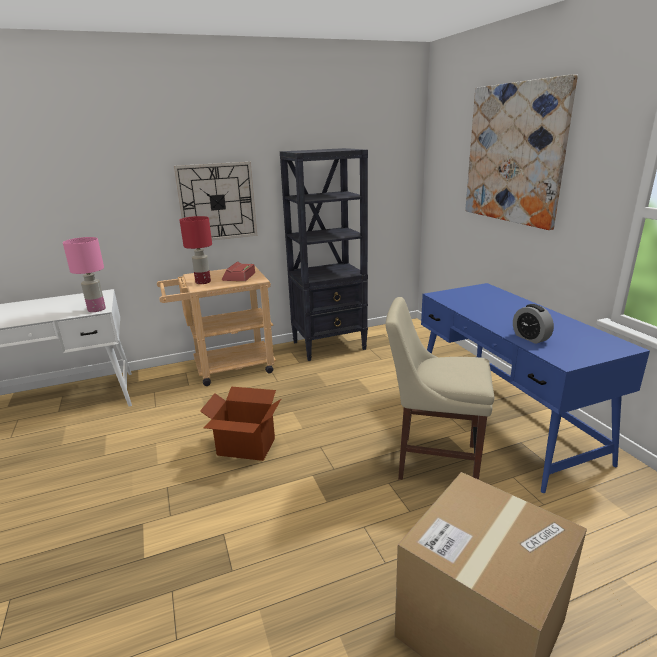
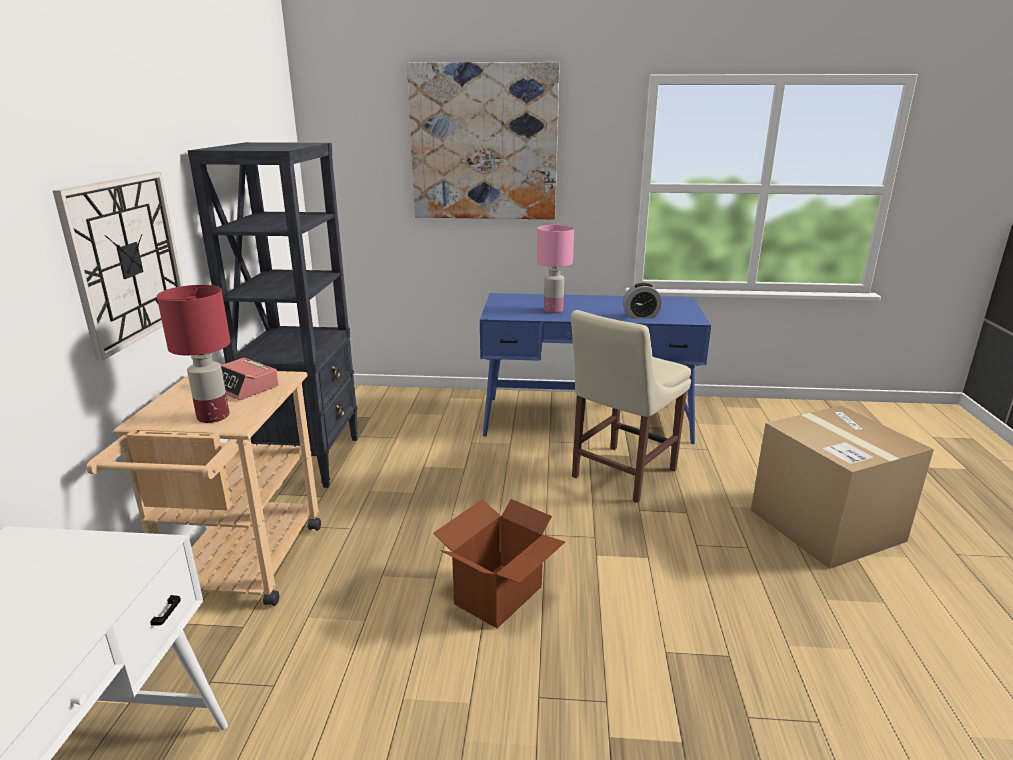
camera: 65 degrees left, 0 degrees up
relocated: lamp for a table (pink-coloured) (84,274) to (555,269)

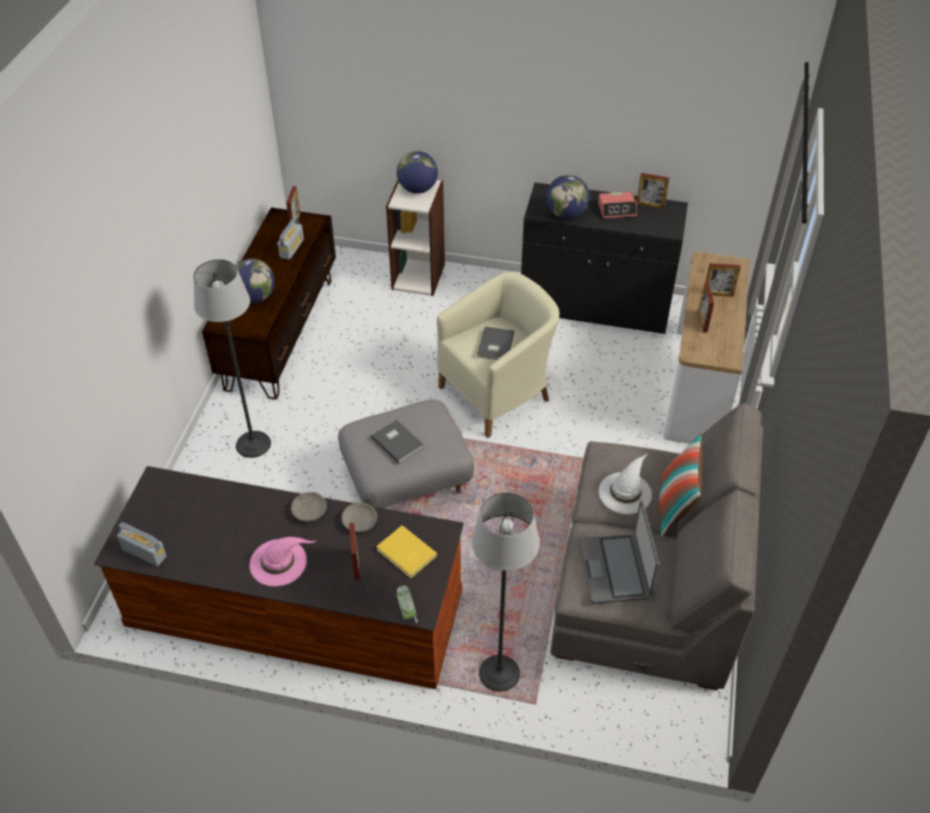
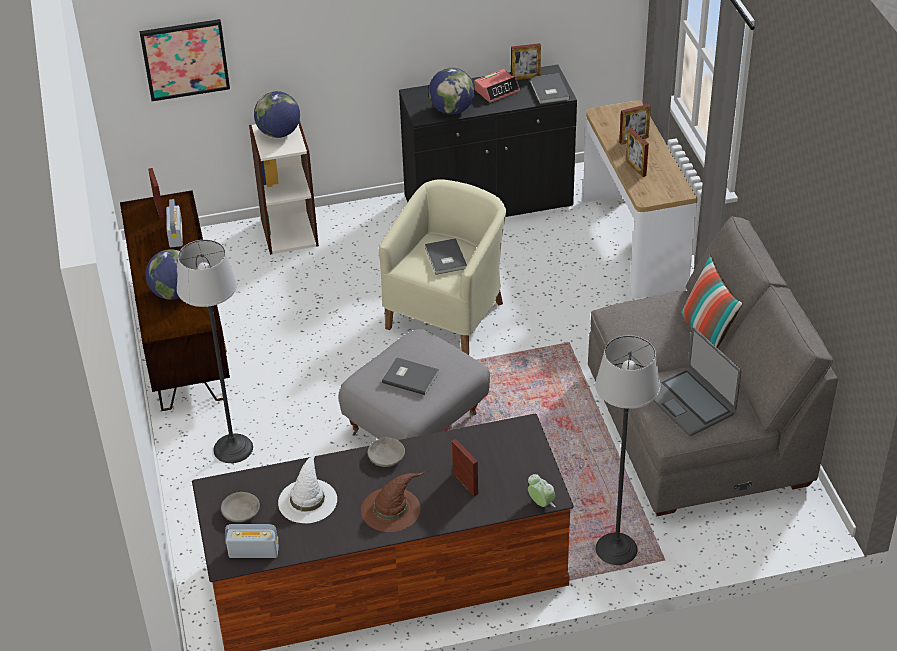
camera: 25 degrees left, 5 degrees down
missing: volume (yellow-coloured) (406,551)
appeared: picture (184,60); volume (grey) (550,88)
relocated: wearable hat (white) (625,483) to (307,487); bowl (grey) (359,517) to (240,507)
colour: wearable hat (pink-coloured) (283,561) to wearable hat (brown-coloured) (393,501)

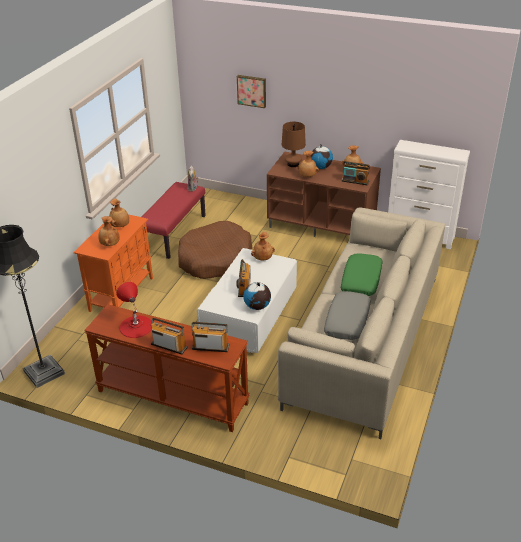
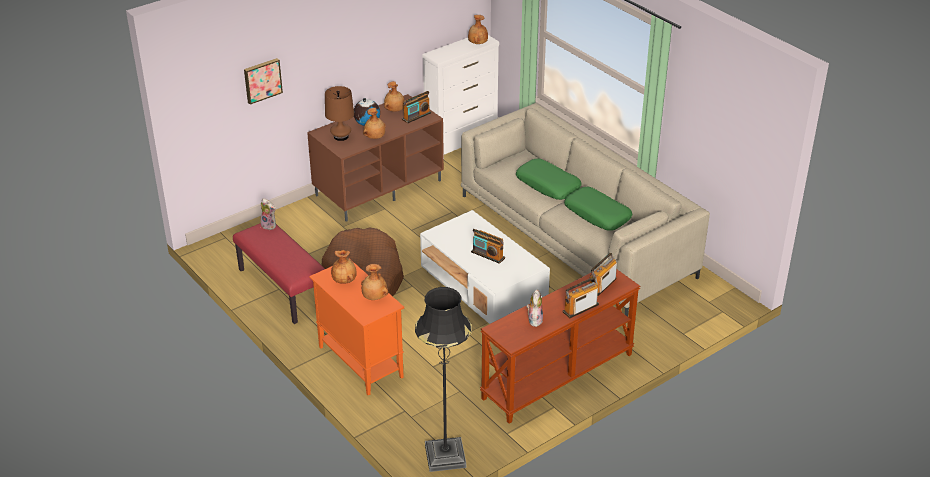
camera: 60 degrees left, 0 degrees up
missing: desk globe (257,296)
relocated: flower vase (brown-coloured) (263,246) to (478,29)
exchanged: lamp for a table (red) (134,310) to soft toy (534,308)
colour: throw pillow (grey) (347,315) to throw pillow (greenish) (598,209)

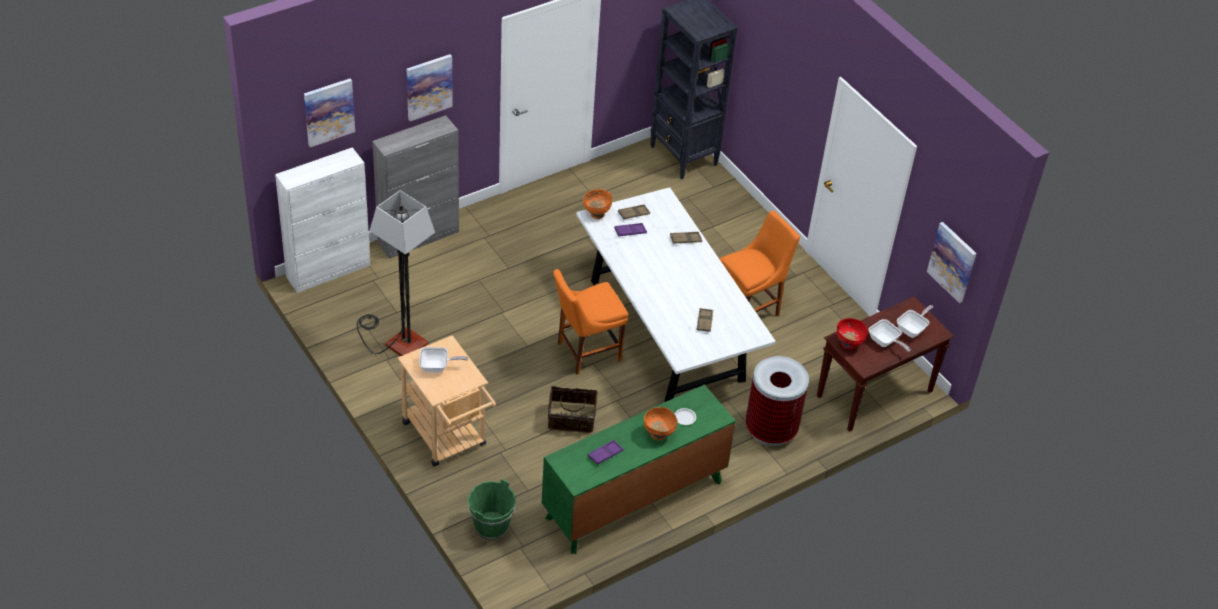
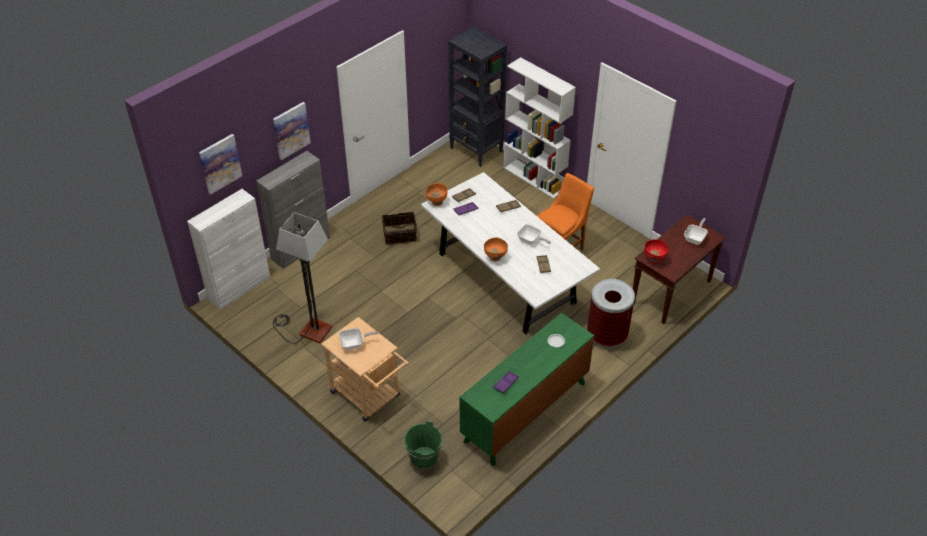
camera: 10 degrees left, 0 degrees up
missing: picture (952,262); upright chair (orange-coloured) (591,322)
appeared: bookcase (white) (539,128)
relocated: skillet (890,335) to (534,234); storage basket (572,409) to (399,228); bowl (orange-coloured) (661,423) to (496,249)

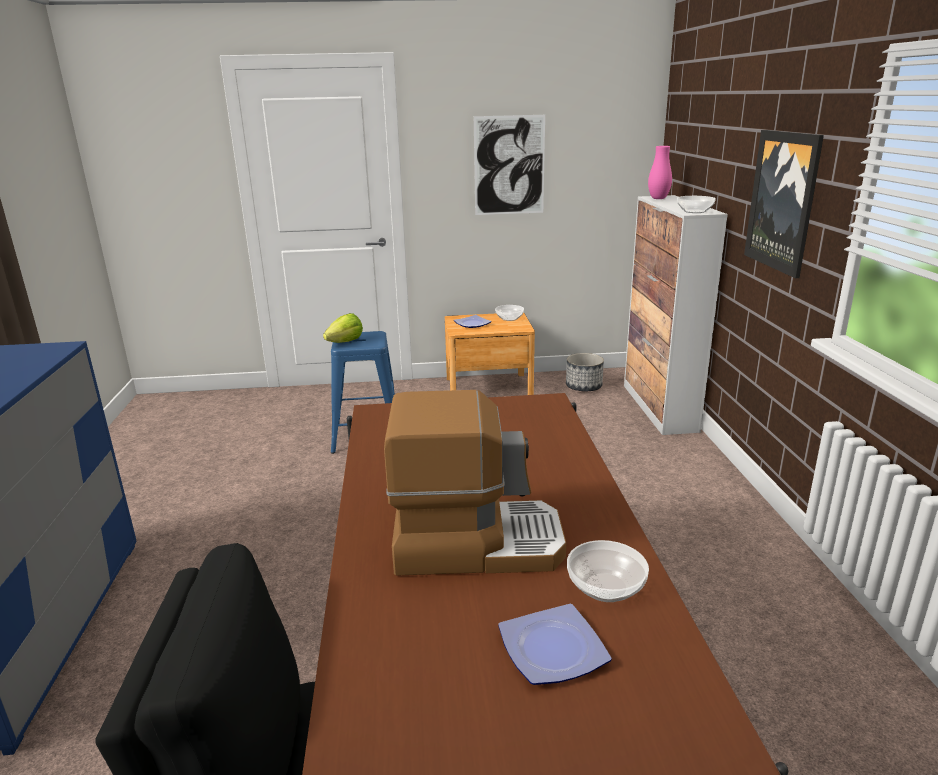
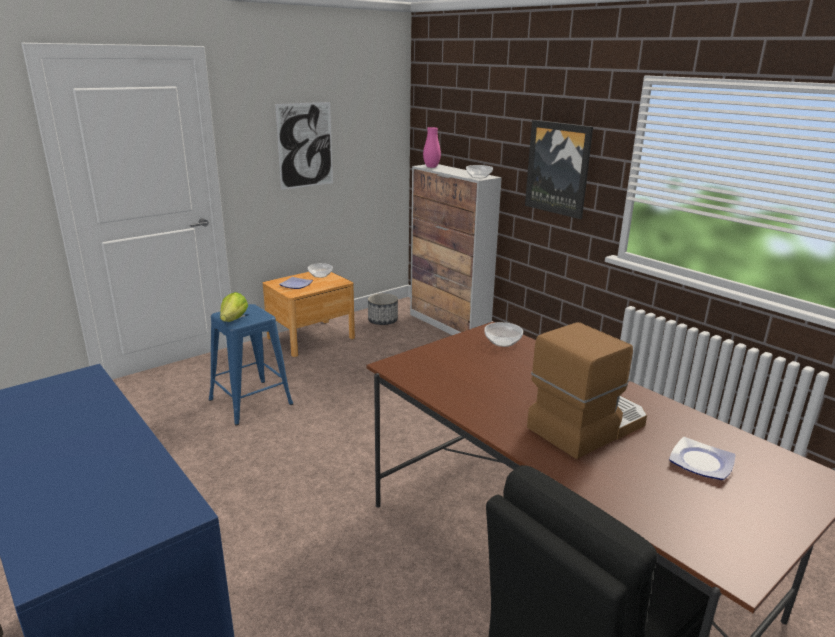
camera: 35 degrees left, 0 degrees up
relocated: bowl (608,571) to (503,334)

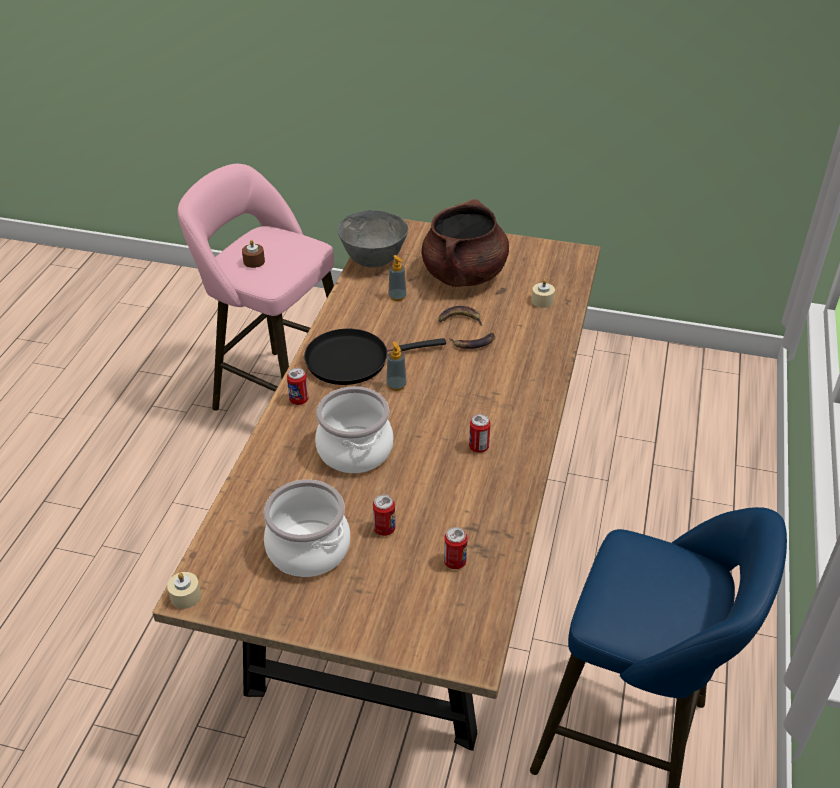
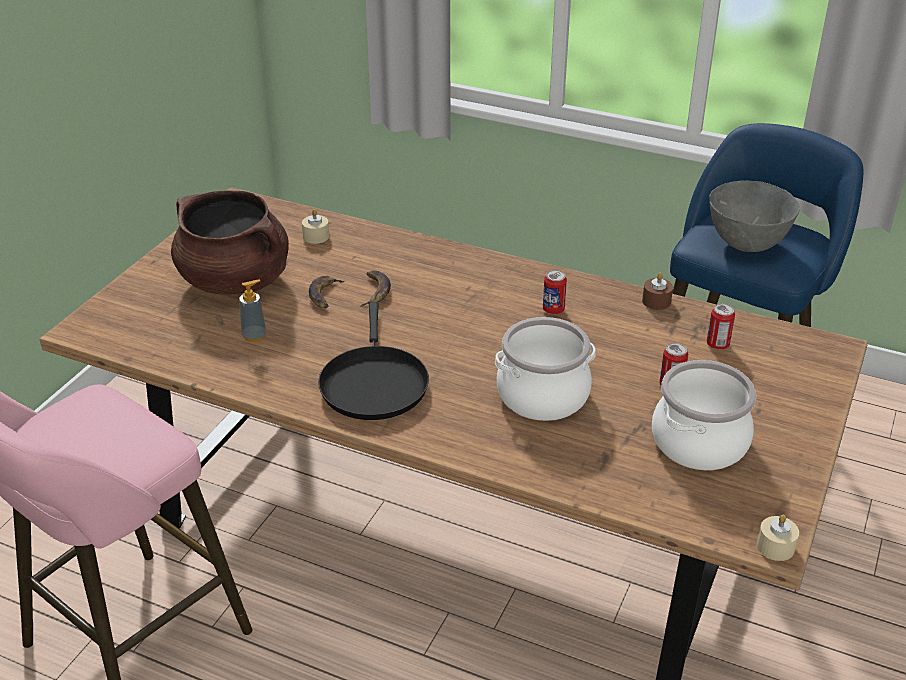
camera: 80 degrees left, 5 degrees down
missing: soap bottle (396,366); metal can (298,386)
relocated: bowl (grey) (373,239) to (754,216); candle (brown-coloured) (253,254) to (657,291)

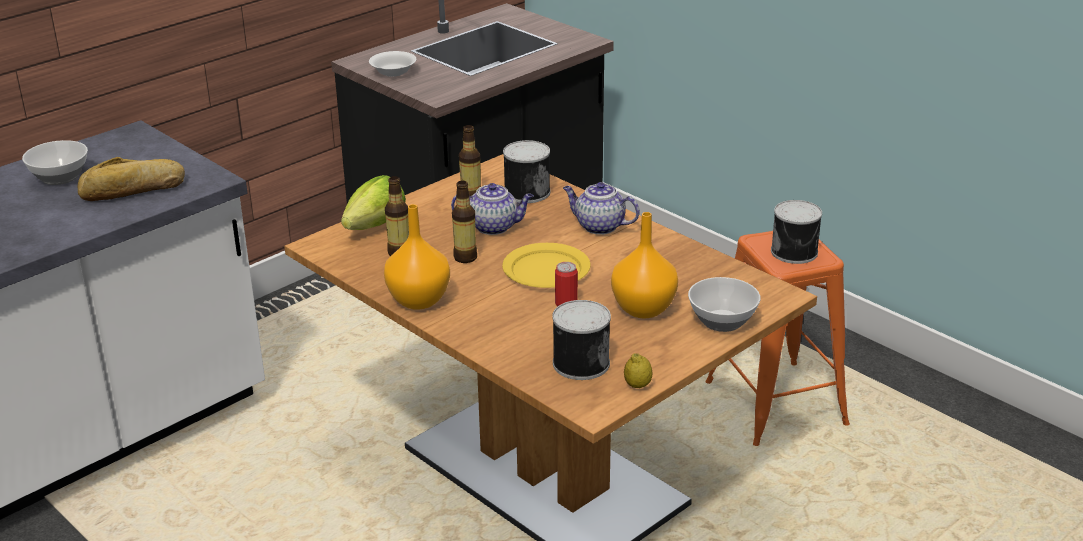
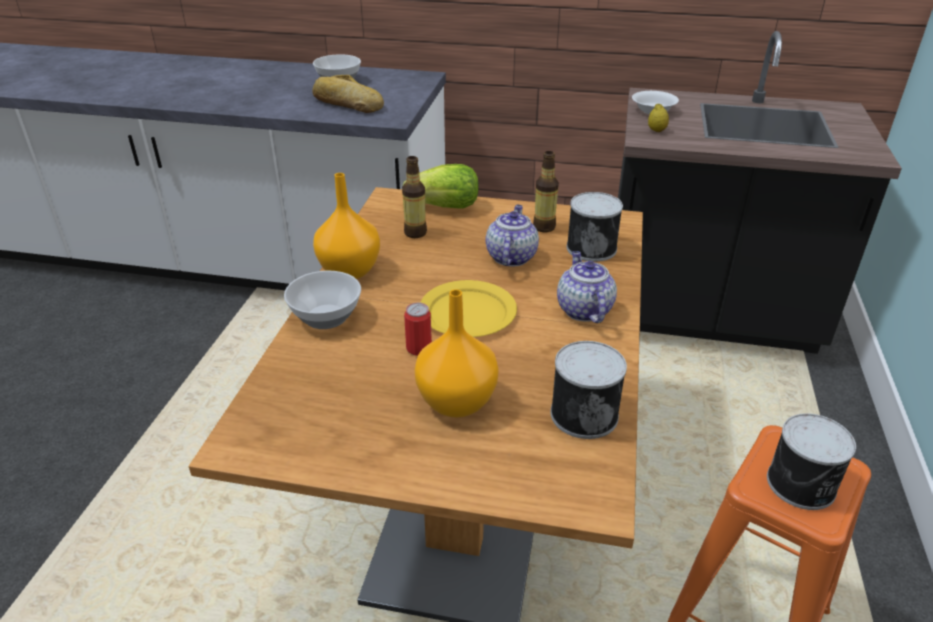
camera: 55 degrees right, 5 degrees up
missing: drink bottle (464,221)
relocated: bowl (724,304) to (322,300); metal can (581,340) to (589,390); lemon (638,370) to (658,118)
spun: teapot (492,209) = (512,236) 135 degrees counterclockwise

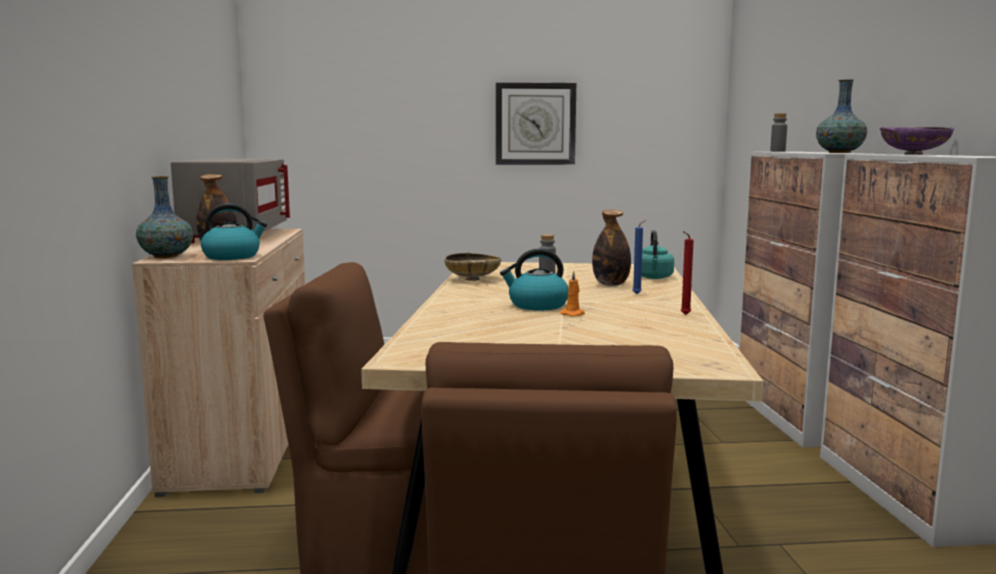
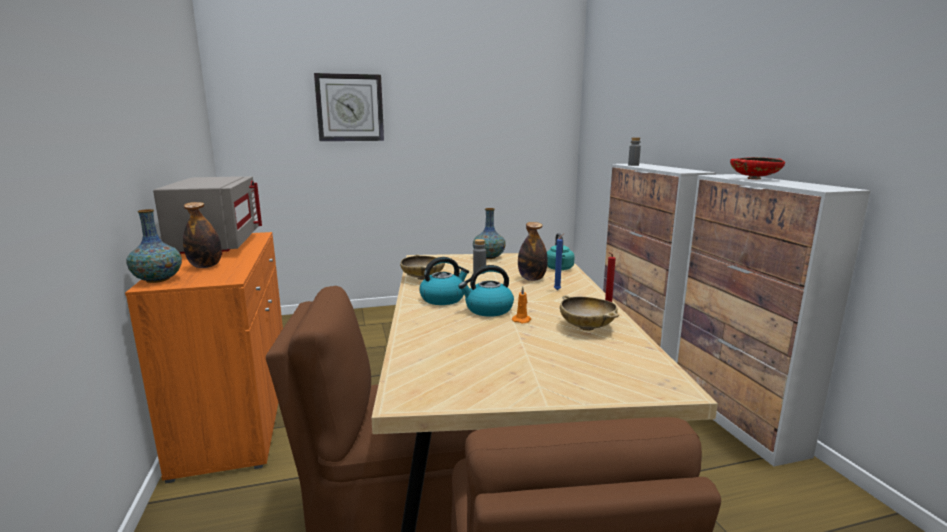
camera: 10 degrees left, 5 degrees up
appeared: bowl (beige) (589,313)
relocated: flower vase (841,116) to (489,233); wall clock (536,123) to (349,107); tea kettle (234,232) to (444,281)
colour: bowl (purple-coloured) (917,141) to bowl (red) (757,168); cabinet (beige) (218,363) to cabinet (orange-coloured) (204,358)

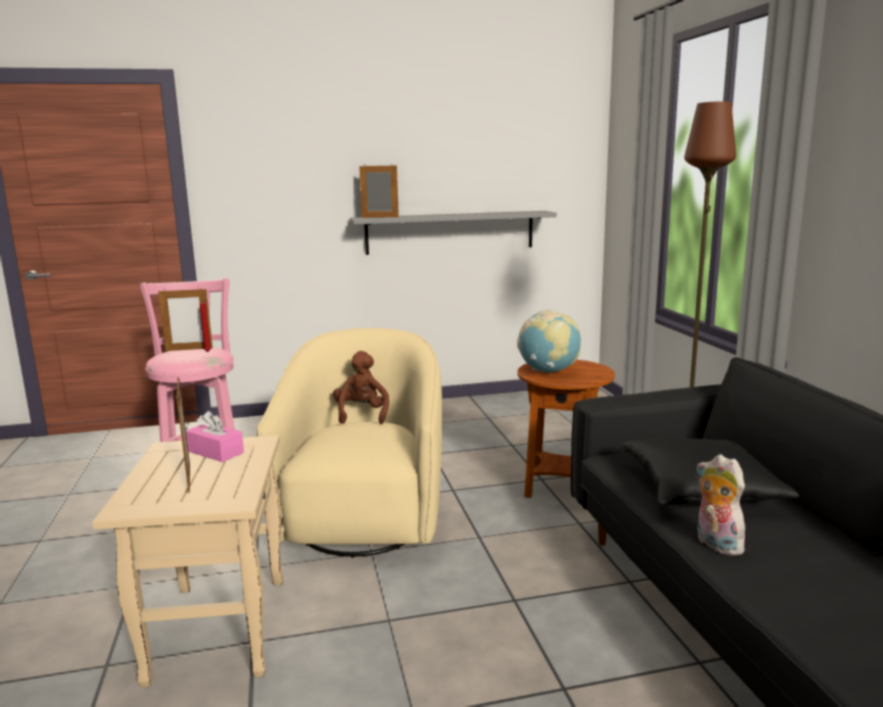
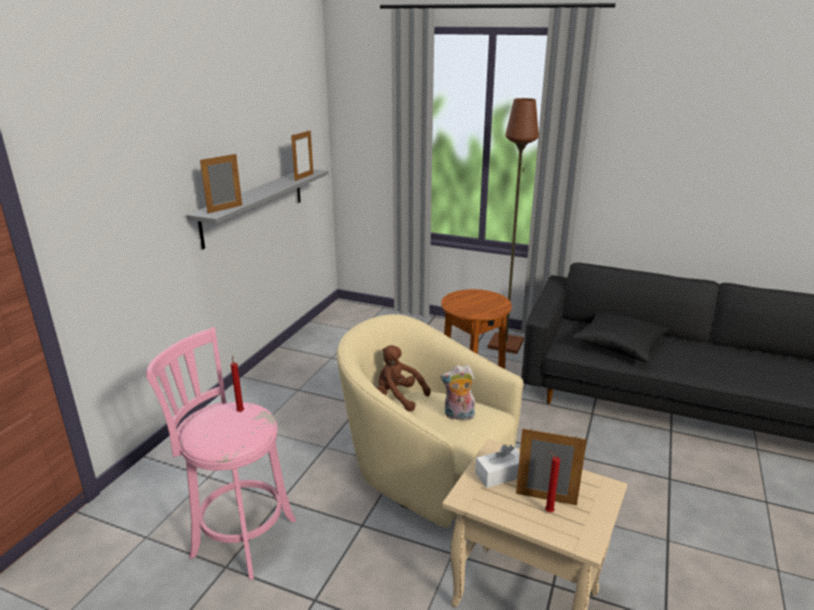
camera: 55 degrees left, 10 degrees up
missing: desk globe (549,340)
appeared: candle (red) (552,481)
relocated: picture frame (185,319) to (302,155); soft toy (721,505) to (457,393)
colour: tissue holder (pink-coloured) (215,436) to tissue holder (white) (497,466)

